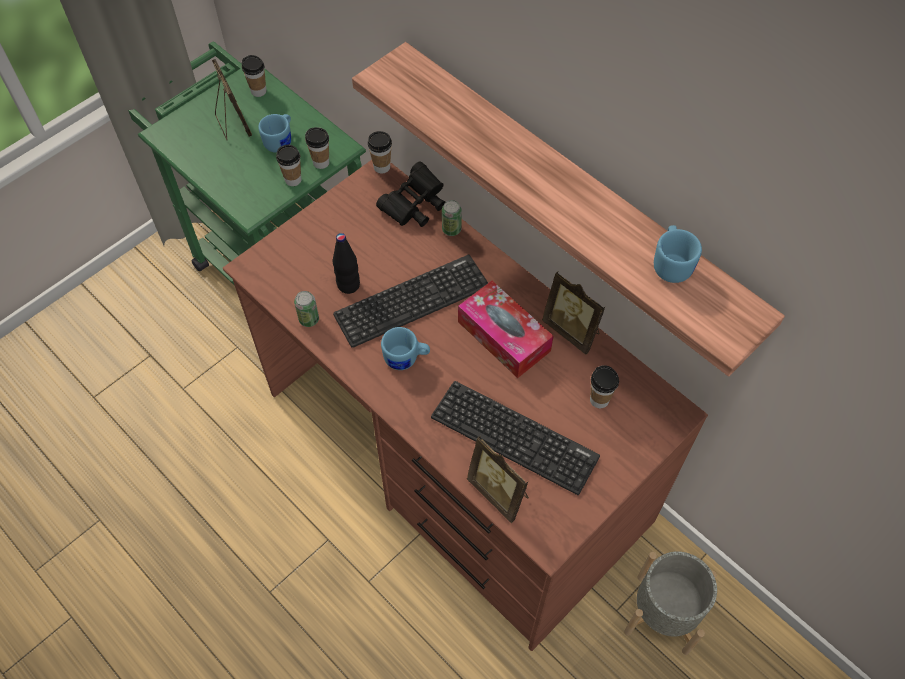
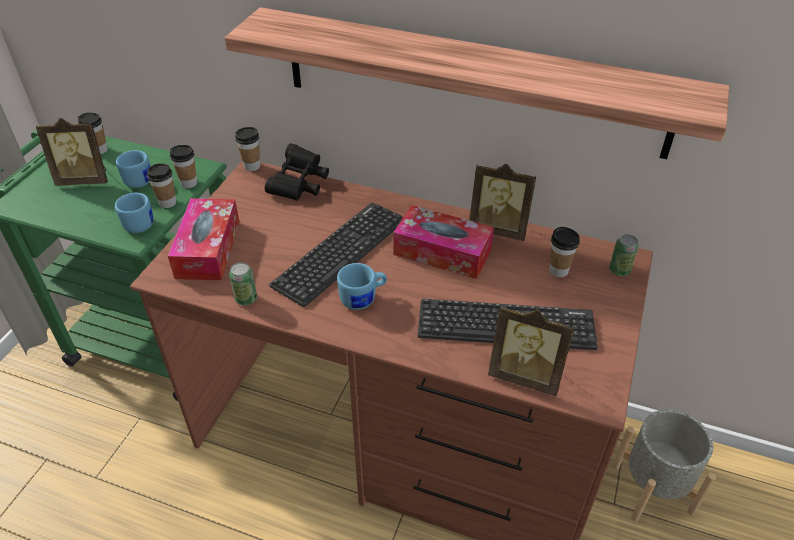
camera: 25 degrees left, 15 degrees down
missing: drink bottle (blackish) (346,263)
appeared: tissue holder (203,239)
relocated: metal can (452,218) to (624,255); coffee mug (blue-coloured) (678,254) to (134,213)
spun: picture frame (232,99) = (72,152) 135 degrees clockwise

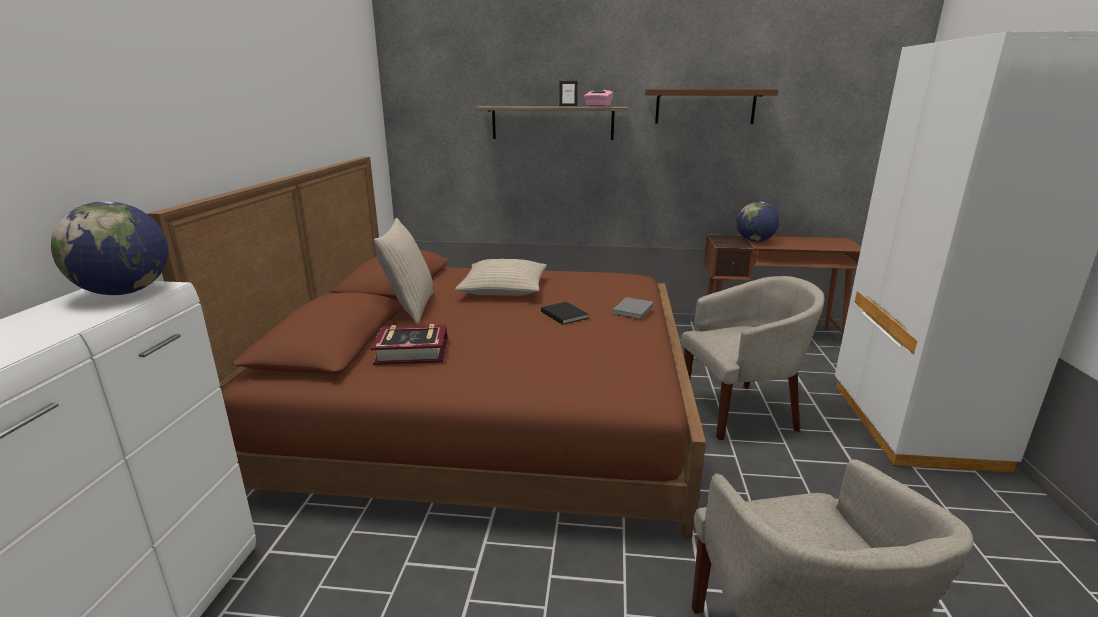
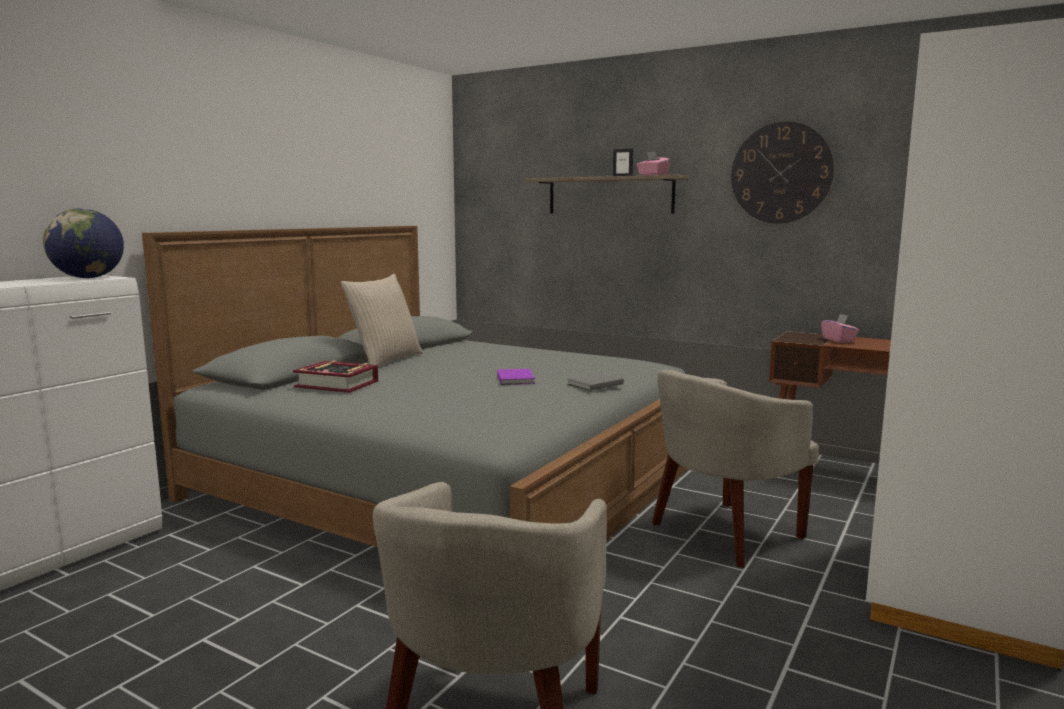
camera: 25 degrees right, 10 degrees down
missing: throw pillow (beige) (501,277)
exchanged: wall shelf (brown-coloured) (712,106) to wall clock (782,172); desk globe (758,221) to tissue holder (pink-coloured) (840,328)
colour: sleeping bed (brown-coloured) (426,348) to sleeping bed (grey) (414,386); volume (blackish) (564,313) to volume (purple-coloured) (516,377)
spun: lounge chair (beige) (752,358) = (735,469) 135 degrees clockwise

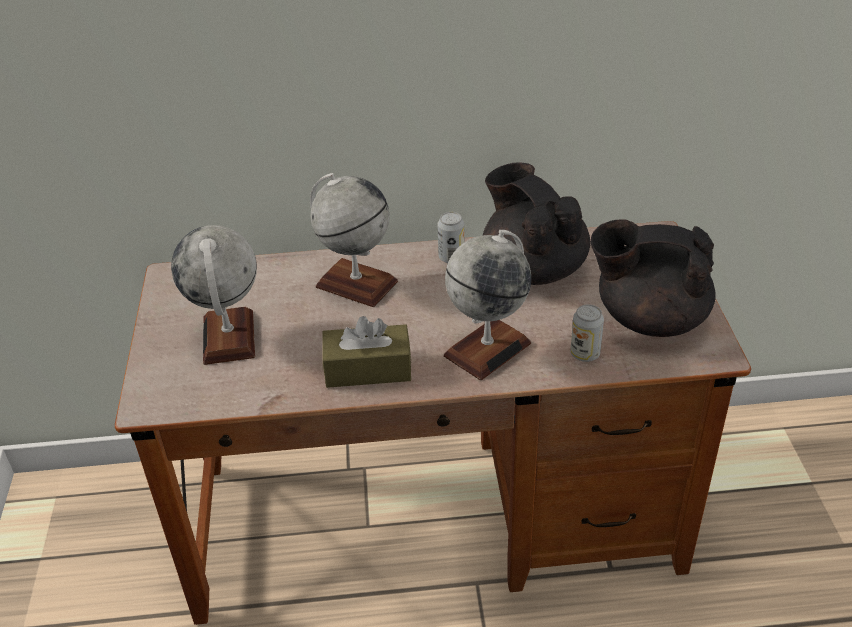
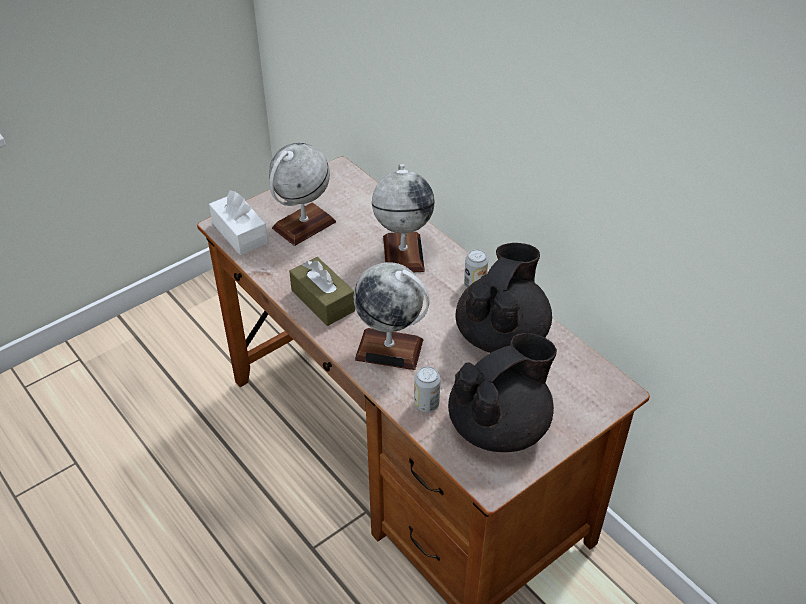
camera: 55 degrees right, 5 degrees up
appeared: tissue holder (white) (238,222)
spun: teapot (blackish) (653,278) = (502,392) 75 degrees clockwise

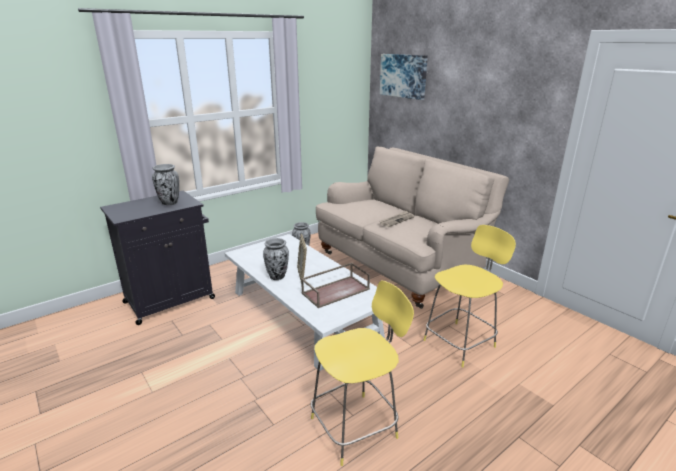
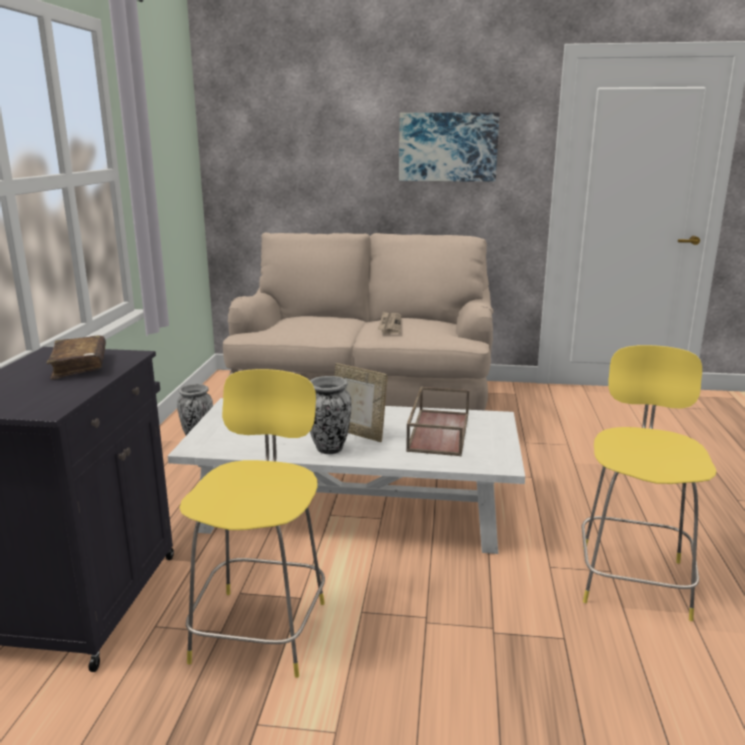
camera: 45 degrees left, 5 degrees down
relocated: picture (404,77) to (449,147); stool (yellow-coloured) (470,296) to (252,523)
exchanged: flower vase (165,184) to volume (brown-coloured) (76,358)

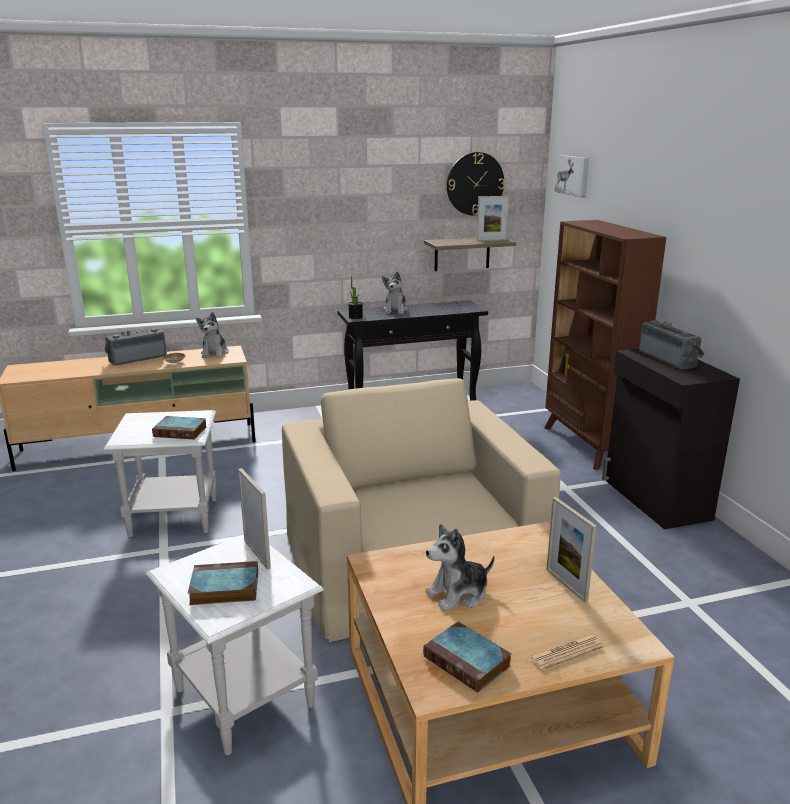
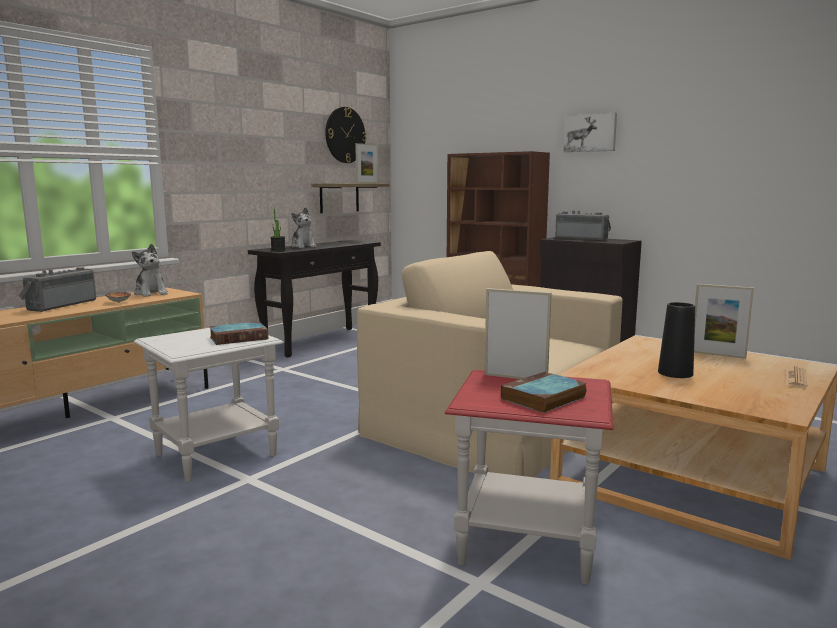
camera: 35 degrees left, 10 degrees down
missing: volume (467,657)
relocated: picture (572,176) to (590,132)
exchanged: soft toy (460,567) to flower vase (blackish) (676,340)
colour: end table (white) (235,645) to end table (red) (529,477)

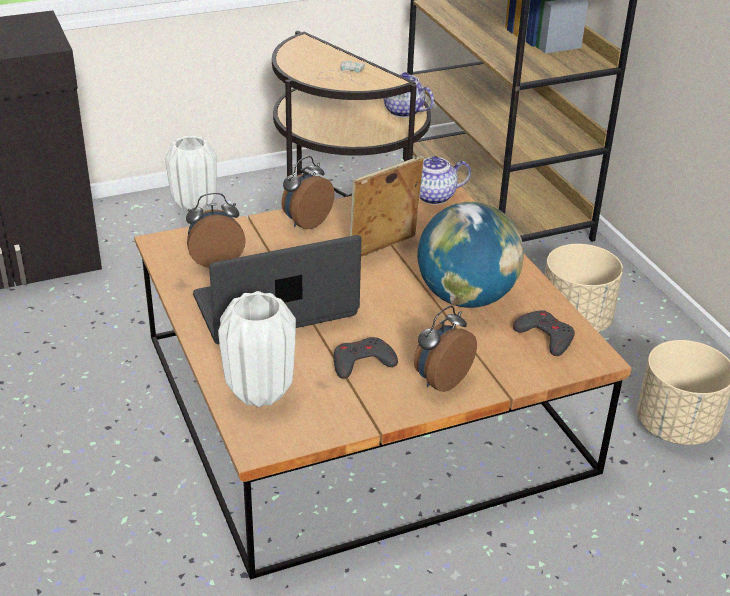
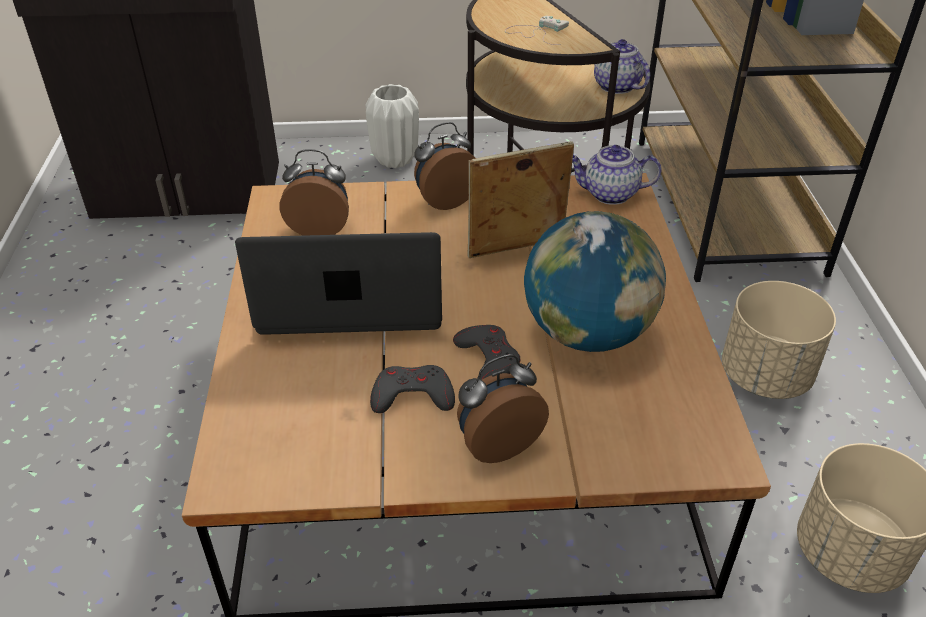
camera: 20 degrees right, 5 degrees up
missing: flower vase (white) (257,349)
relocated: gamepad (grey) (544,333) to (486,352)

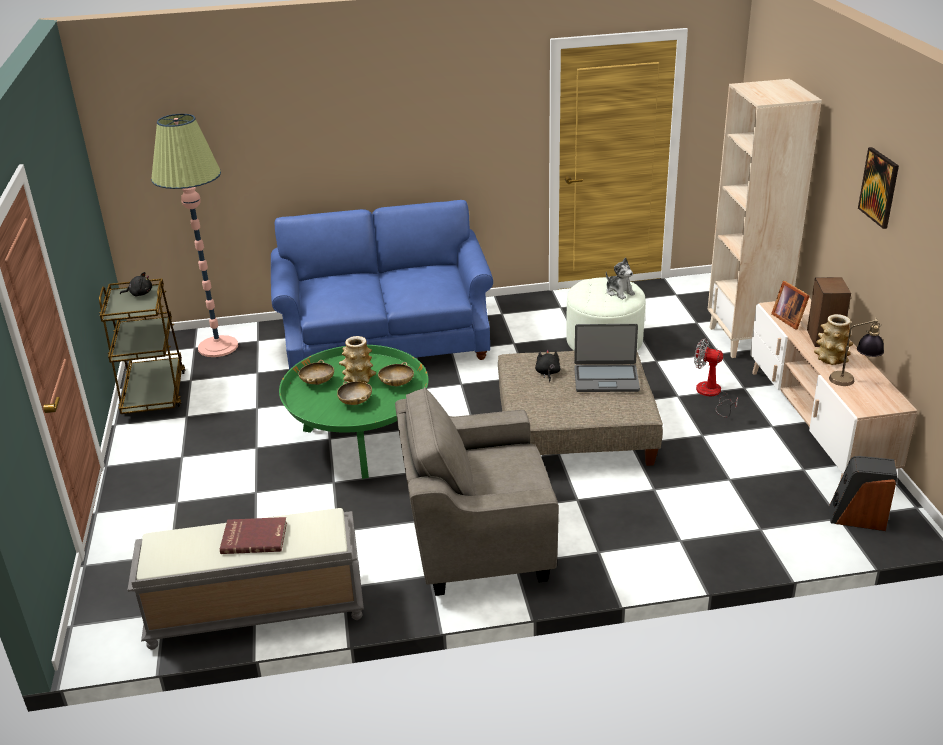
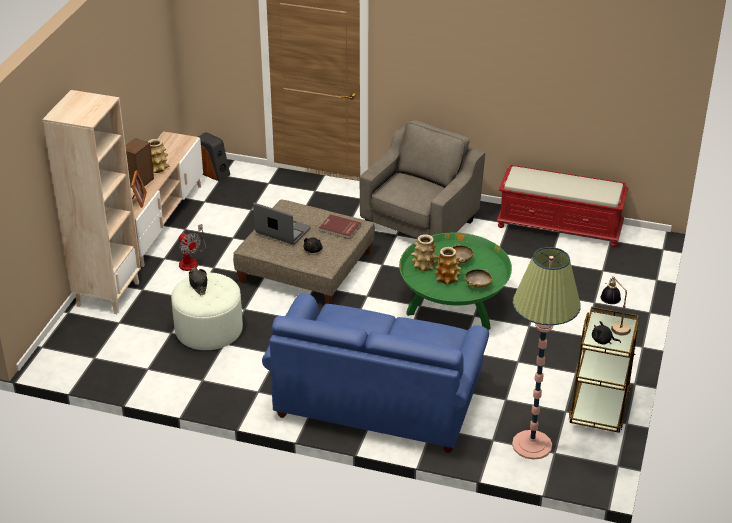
camera: 155 degrees left, 5 degrees up
missing: picture (878,188)
relocated: lamp for a table (856,352) to (616,306); volume (red) (253,535) to (340,226)
exchanged: soft toy (620,278) to wearable hat (blackish) (198,281); bowl (beige) (396,374) to flower vase (424,252)
colour: long seat (grey) (245,579) to long seat (red) (562,206)
spun: lounge chair (grey) (477,491) = (422,179) 75 degrees counterclockwise

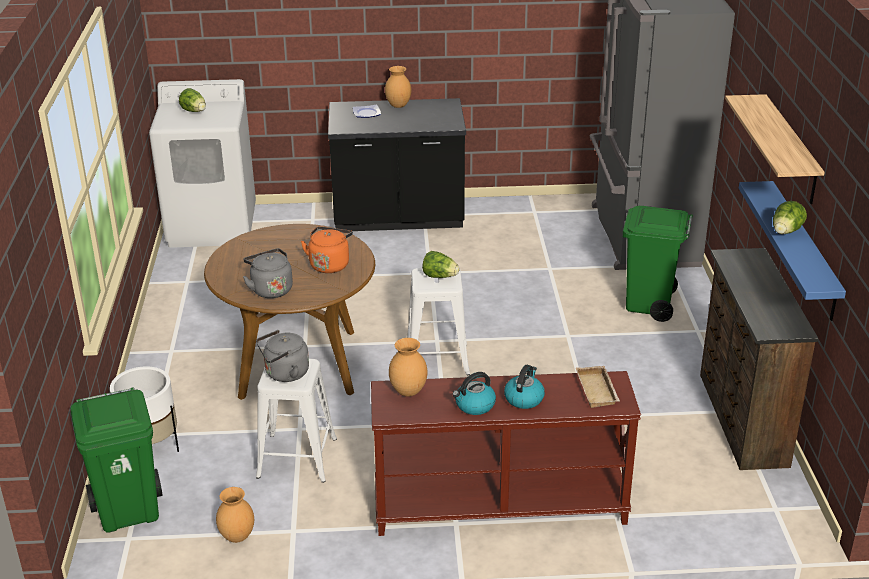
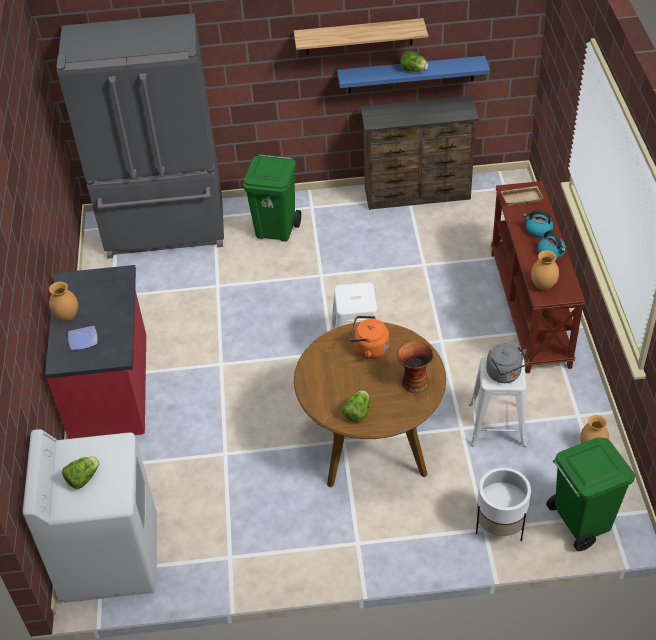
camera: 90 degrees left, 15 degrees up
relocated: lettuce head (441,264) to (355,406)
exchanged: tea kettle (grey) (268,273) to flower vase (415,367)
colour: kitchen base unit (blackish) (397,164) to kitchen base unit (red) (95,352)

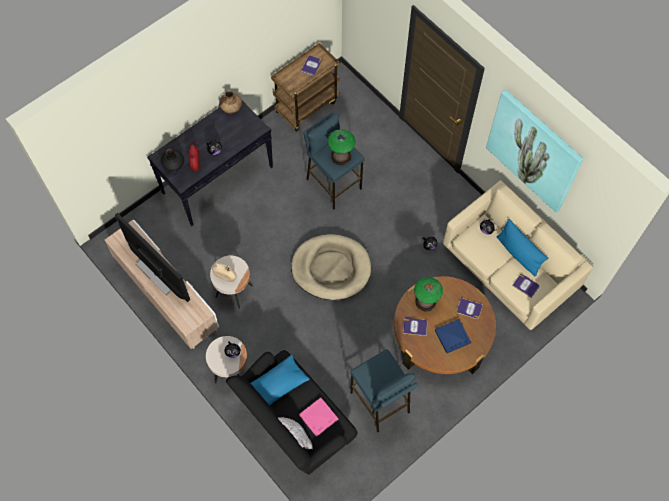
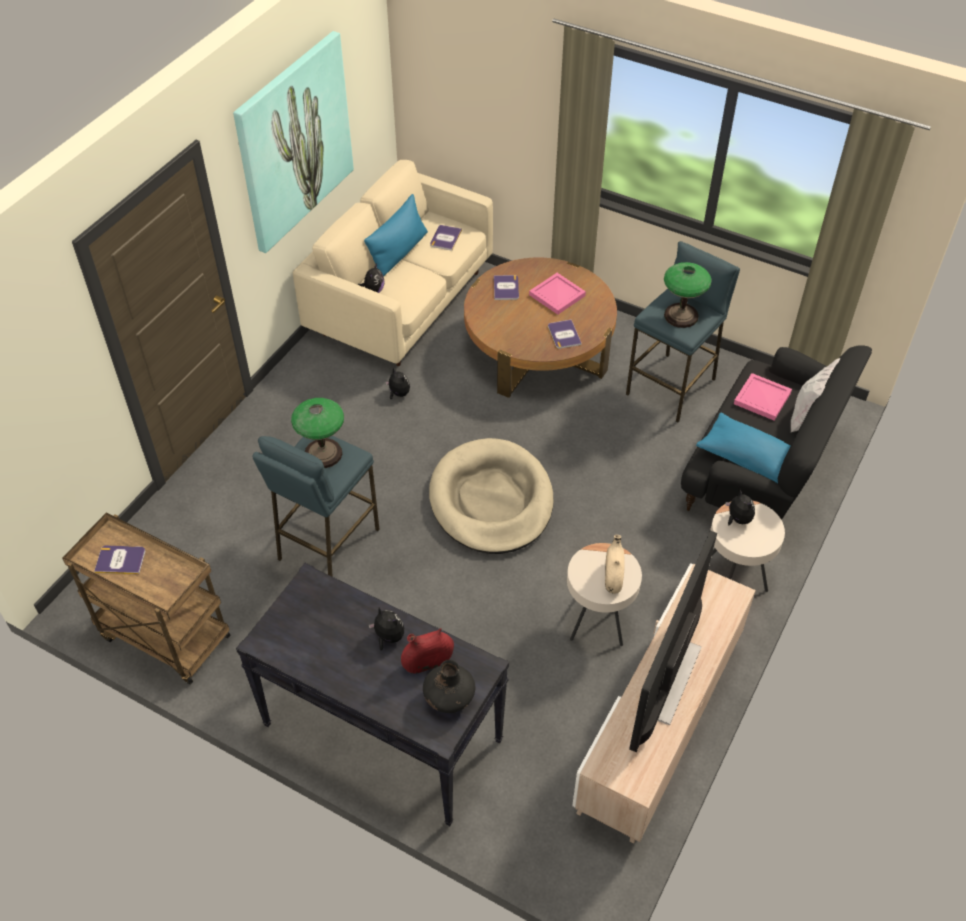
camera: 110 degrees left, 15 degrees down
missing: flower vase (brown-coloured) (230,102)
relocated: lamp for a table (428,294) to (687,295)
colour: serving tray (blue-coloured) (453,336) to serving tray (pink-coloured) (557,294)

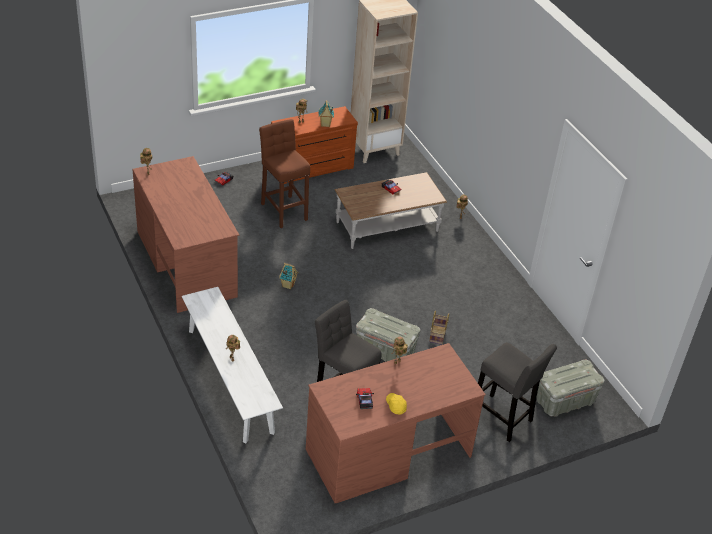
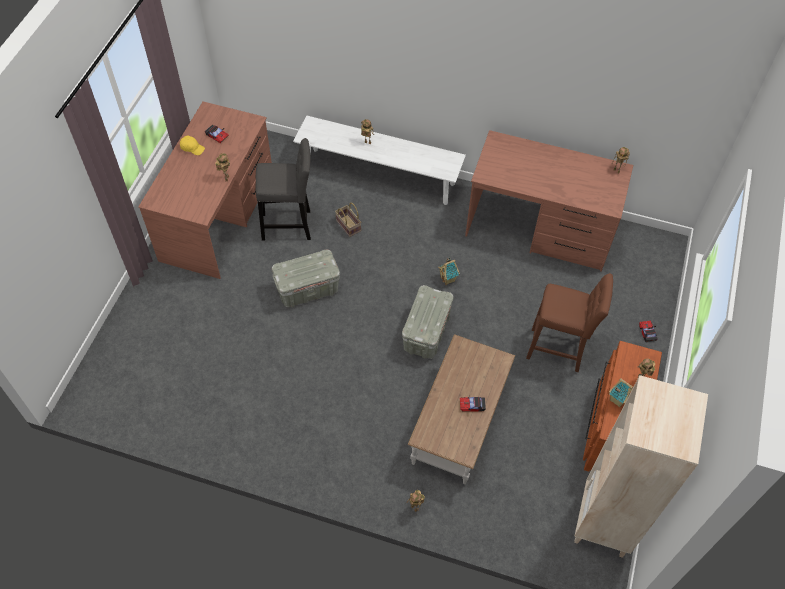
camera: 135 degrees right, 15 degrees up
missing: stool (grey) (517,392)
relocated: storage basket (439,328) to (348,220); storage box (grey) (570,388) to (428,322)

